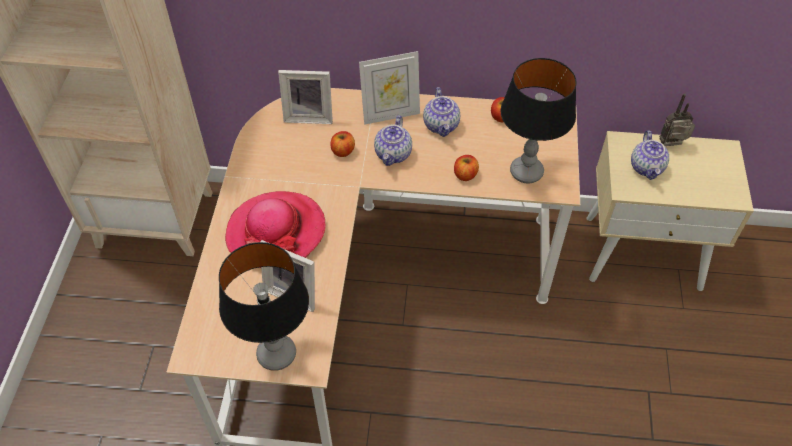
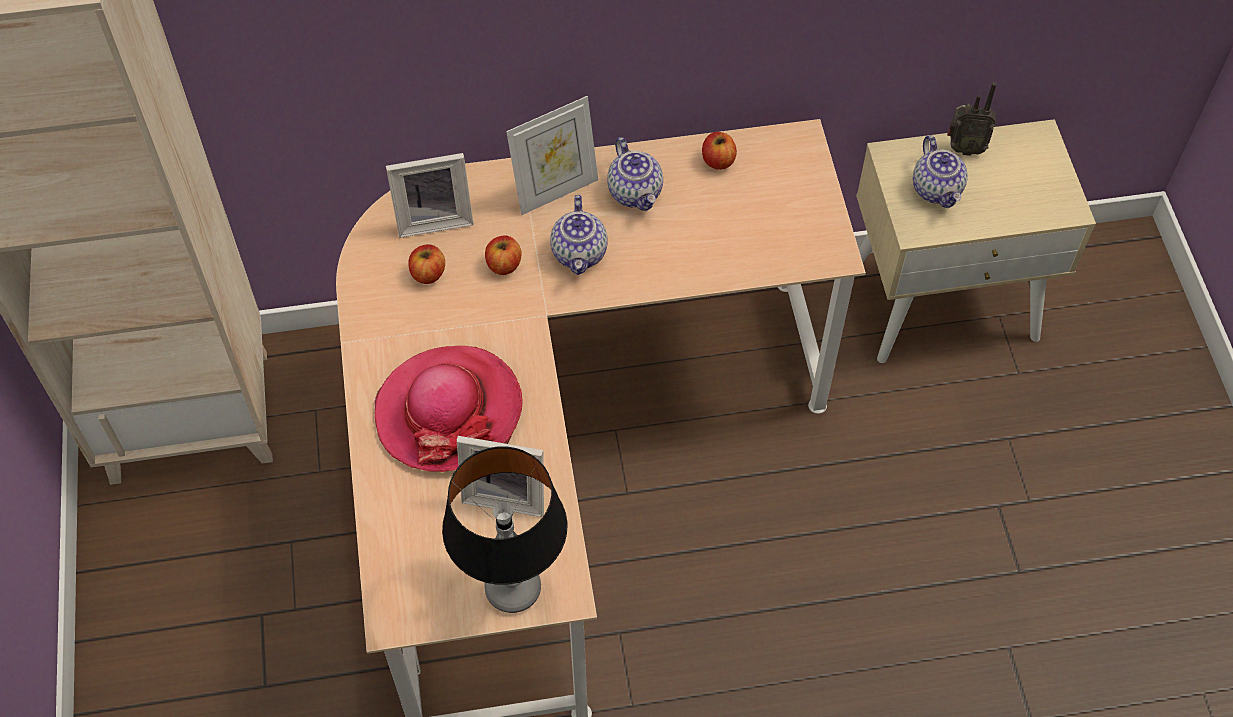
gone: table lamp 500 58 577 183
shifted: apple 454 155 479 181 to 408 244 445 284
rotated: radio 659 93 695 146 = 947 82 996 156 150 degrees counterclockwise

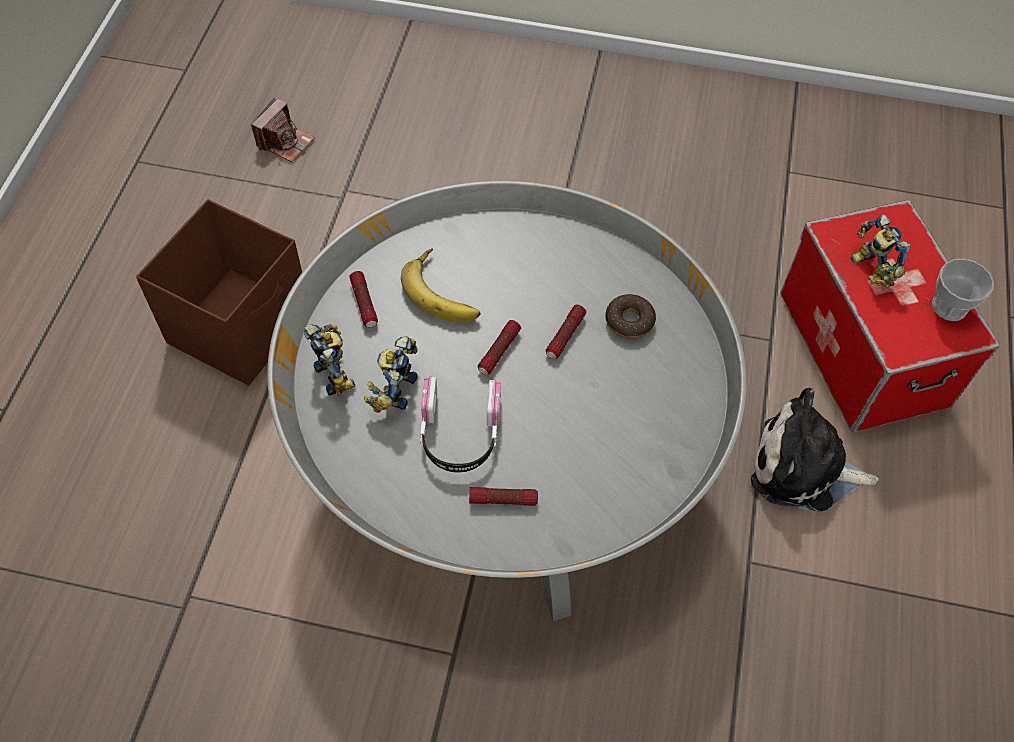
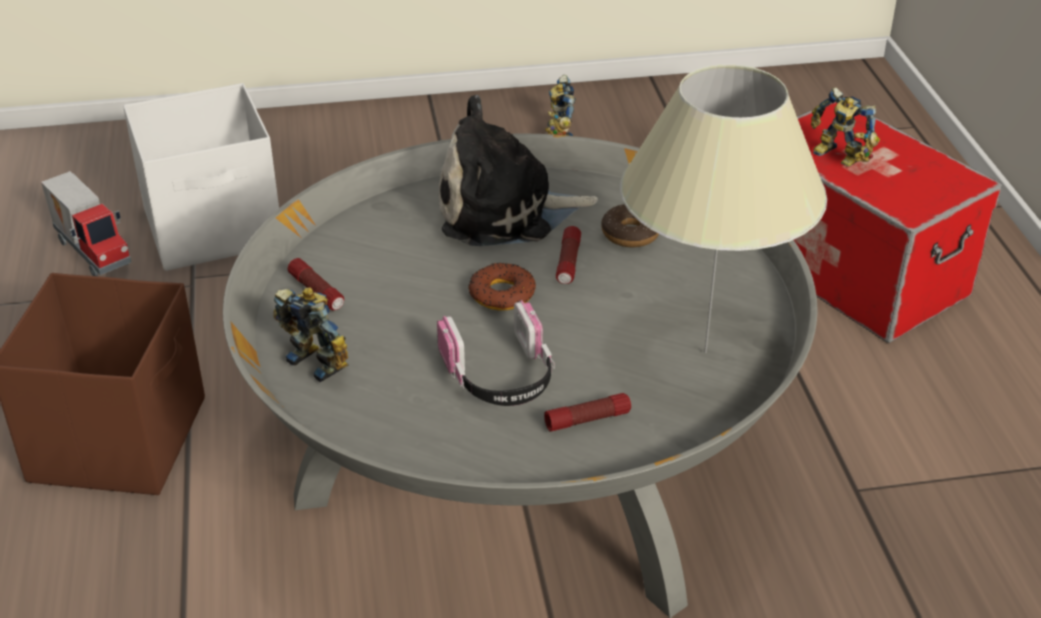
gone: banana 401 248 481 322; cup 932 259 994 321
new: storage box (white) 123 83 279 271; table lamp (beige) 620 64 827 353
shifted: toy robot 364 336 418 413 to 545 75 576 136; plush toy 751 388 879 512 to 439 95 598 246
swapped: photo camera 251 98 315 162 to toy truck 41 171 132 276; flashlight 478 320 521 375 to donut 468 262 536 311

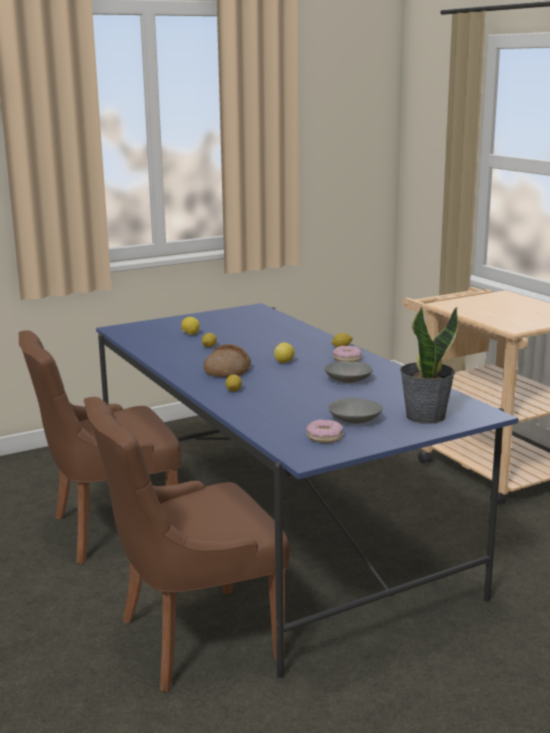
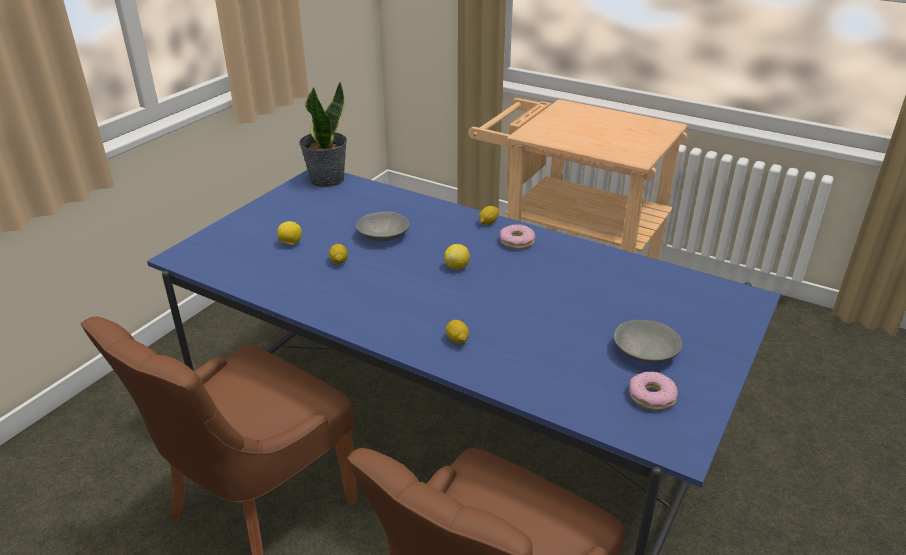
gone: bread 204 344 251 377
shifted: bowl (grey) 324 361 373 383 to 356 211 410 242; potted plant 400 306 458 424 to 299 82 347 188

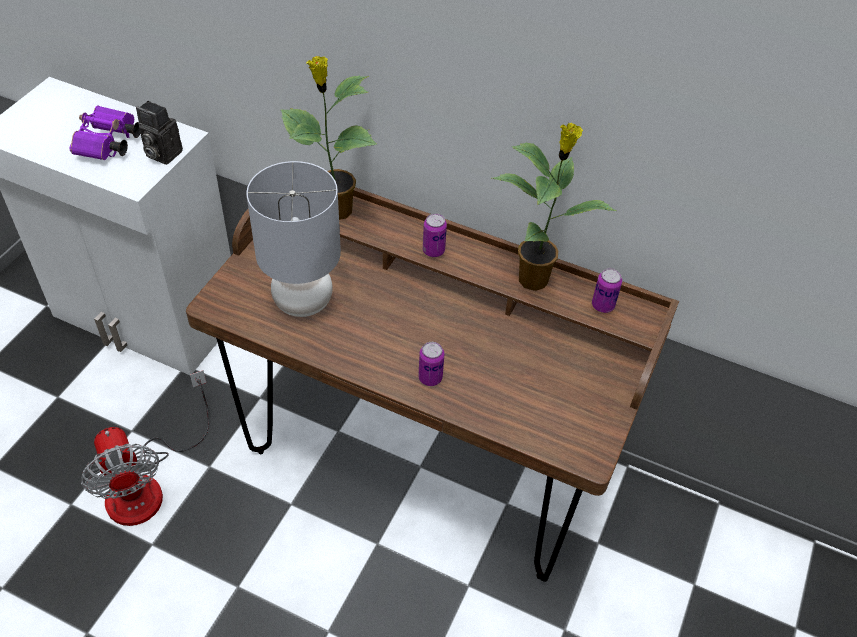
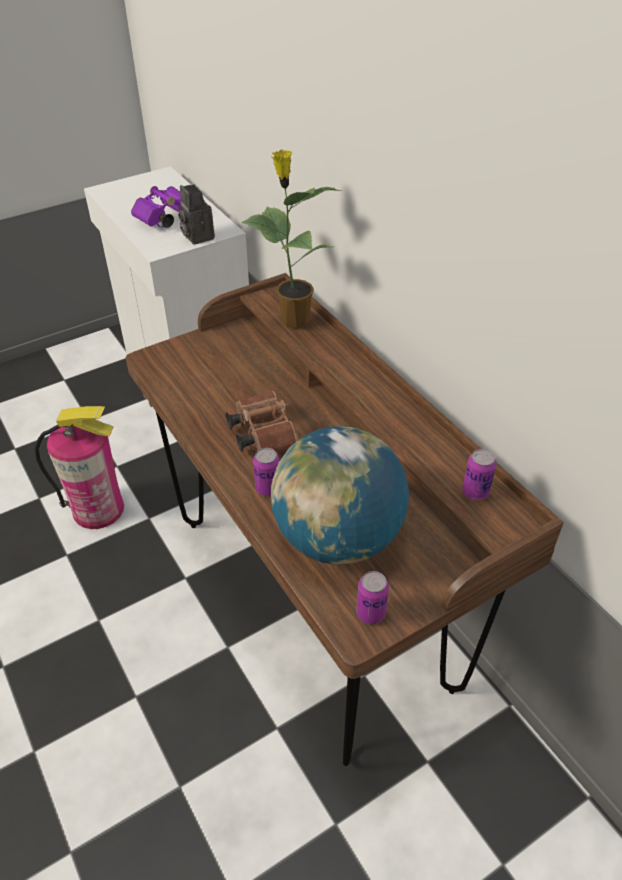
gone: table lamp (grey) 246 161 341 317; potted plant 492 123 616 291
new: binoculars (brown) 226 391 299 452; globe 271 426 409 565
shifted: can 423 213 447 257 to 356 571 389 624
swapped: fan 81 370 209 526 to fire extinguisher 34 406 124 529

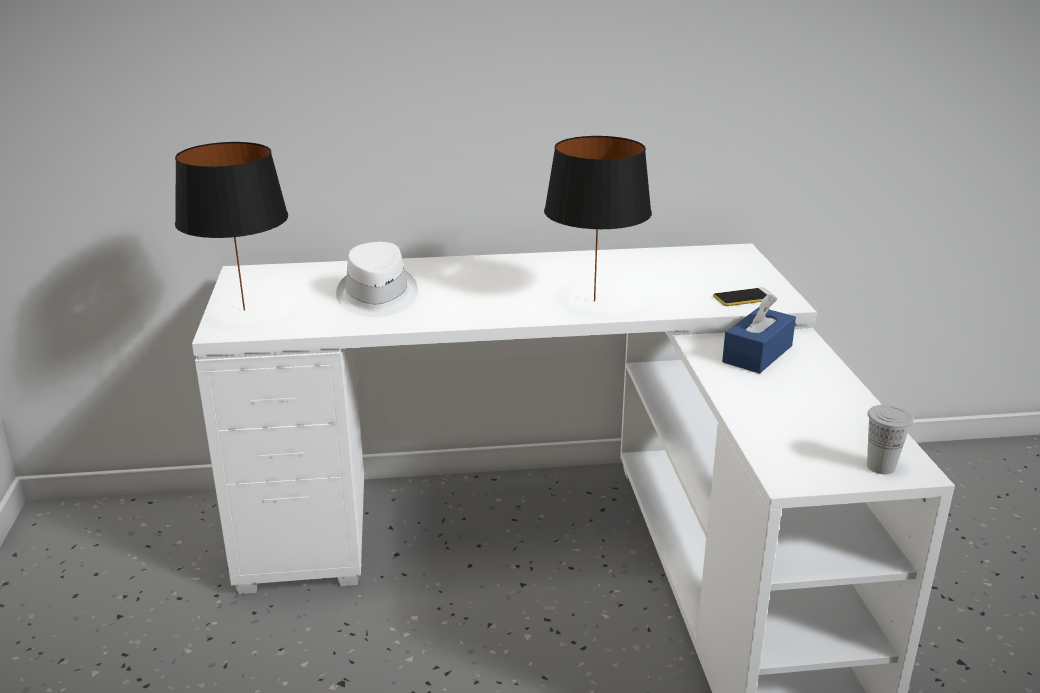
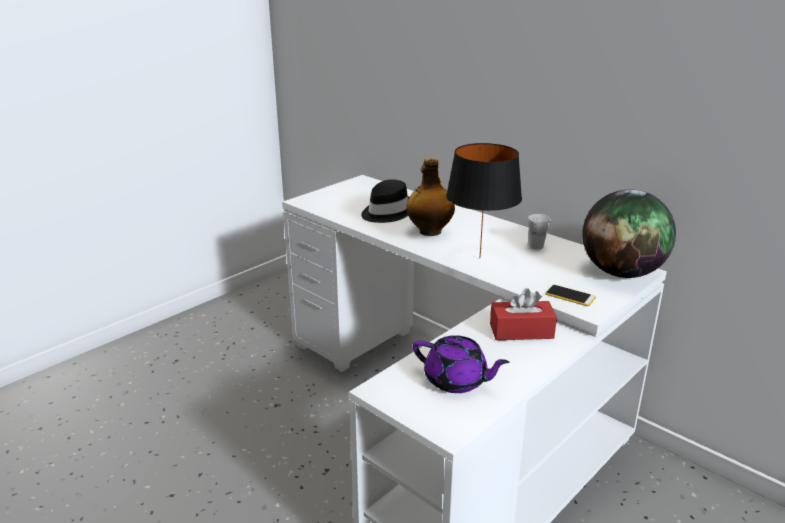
gone: table lamp (black) 175 142 288 311
new: bottle 406 158 455 236; teapot (purple) 413 335 509 393; globe 582 189 676 278
shifted: cup (white) 867 405 914 474 to 528 214 551 250
repainted: hat (white) 336 242 418 317 to hat (black) 361 180 409 223; tissue box (blue) 722 294 796 374 to tissue box (red) 490 288 557 340

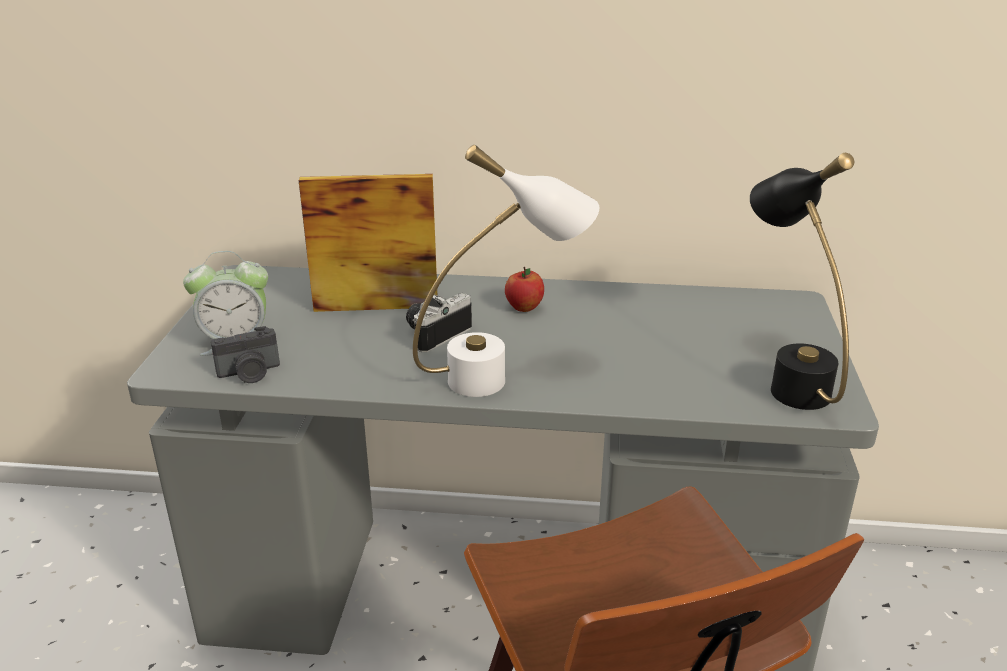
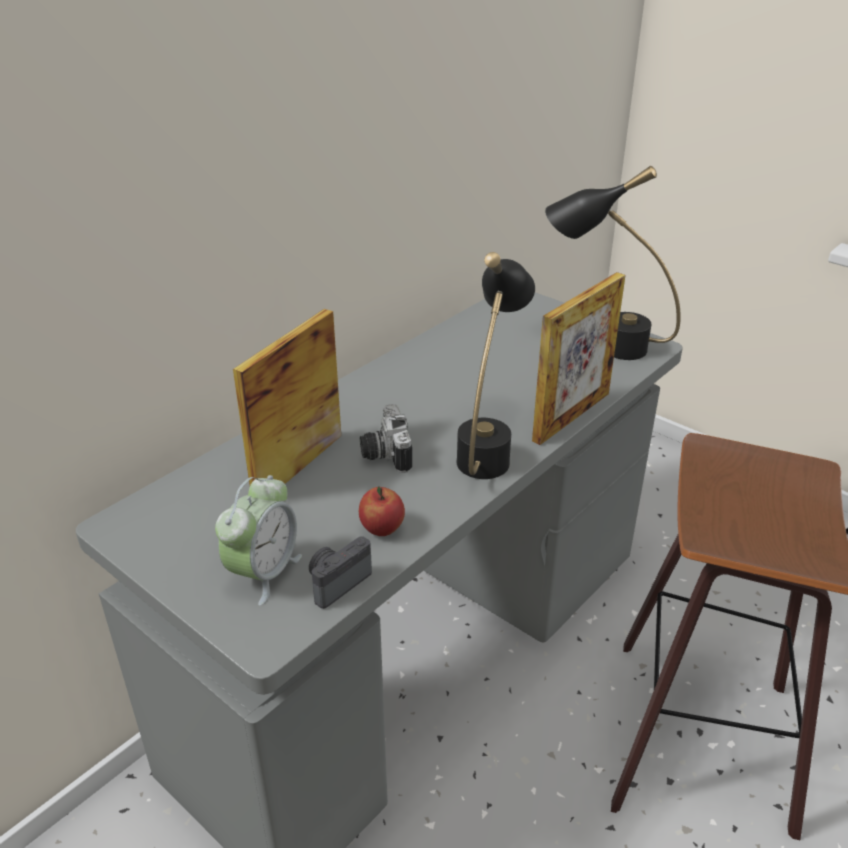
new: picture frame 532 272 626 445
shifted: apple 505 267 544 312 to 359 486 405 536
repainted: table lamp (white) 413 145 599 397 to table lamp (black) 456 252 535 479
rotated: photo camera 211 326 280 383 = 309 536 372 609 150 degrees counterclockwise

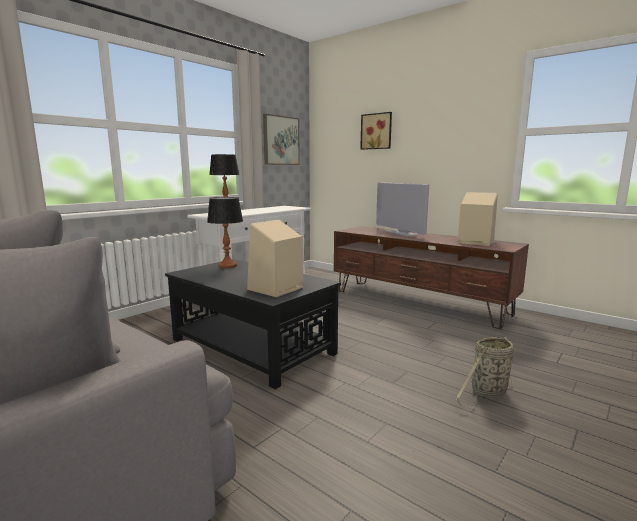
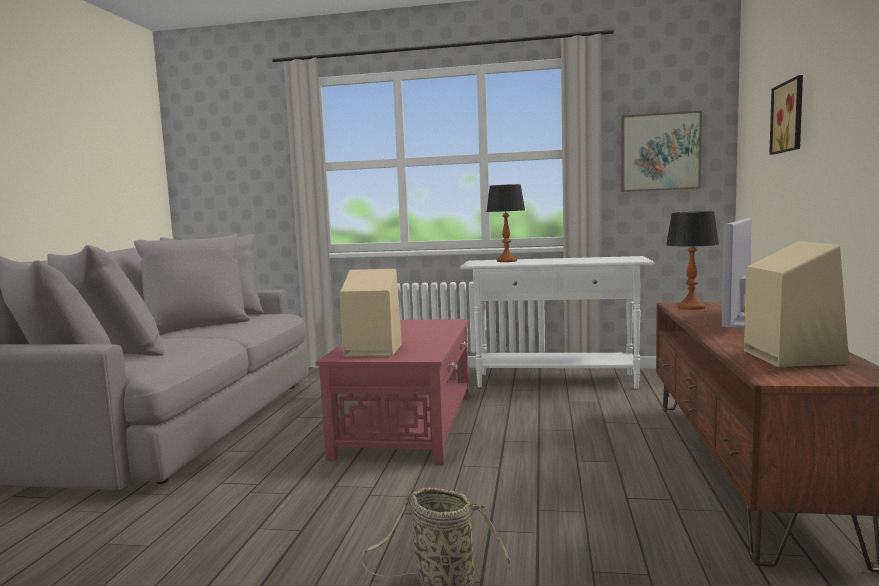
shifted: table lamp 207 197 243 268 to 666 211 719 310
repainted: coffee table (black) 165 259 341 389 to coffee table (red) 316 319 469 465

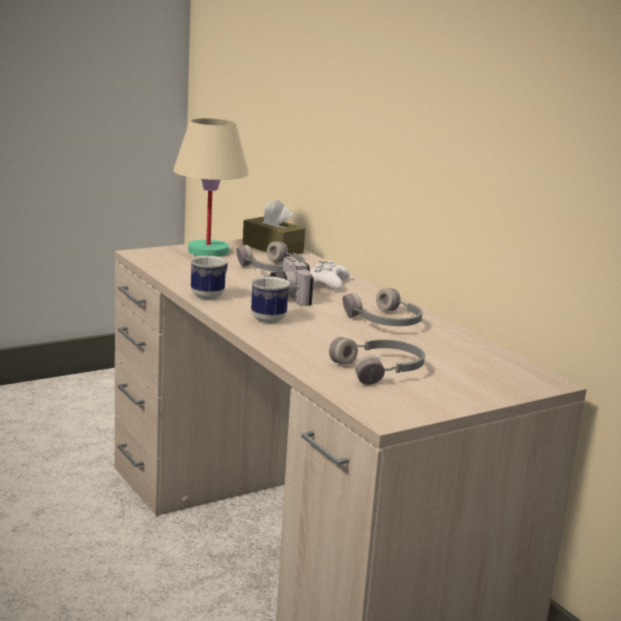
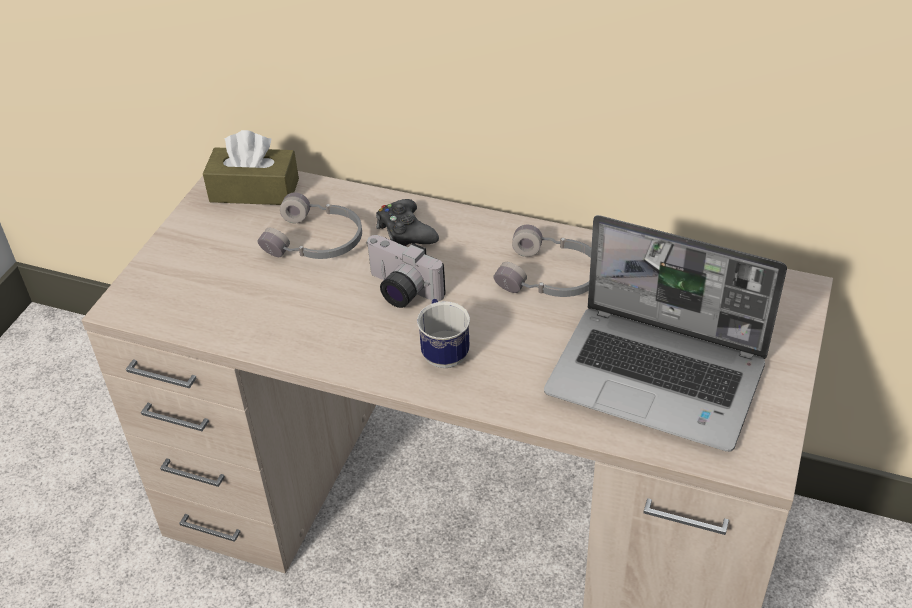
gone: table lamp (beige) 173 118 249 257; mug 190 256 228 300
swapped: headphones (grey) 329 337 425 385 to laptop 544 215 787 452
repainted: game controller (white) 310 261 350 290 to game controller (black) 376 199 439 246

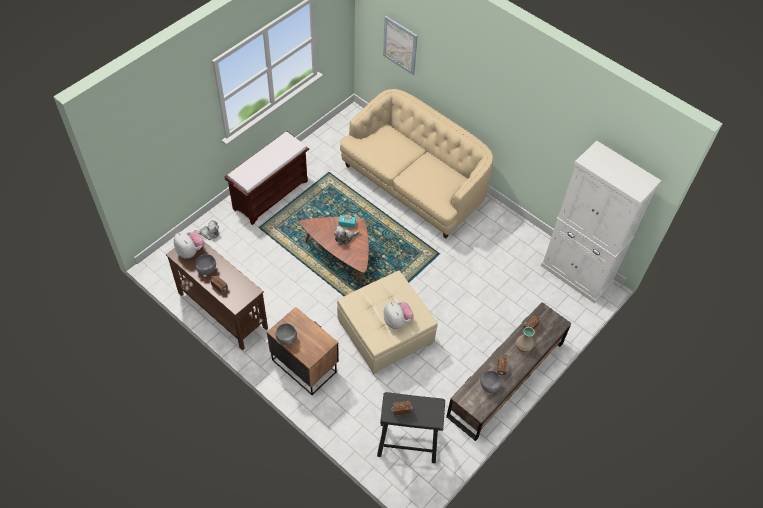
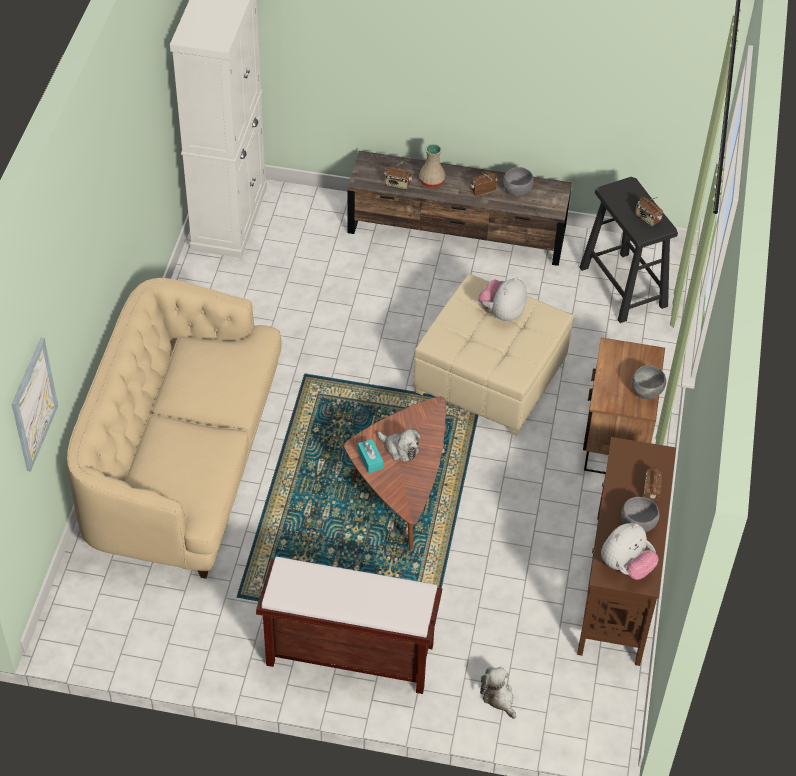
rotated: plush toy 174 231 205 259 = 601 523 659 580 150 degrees counterclockwise

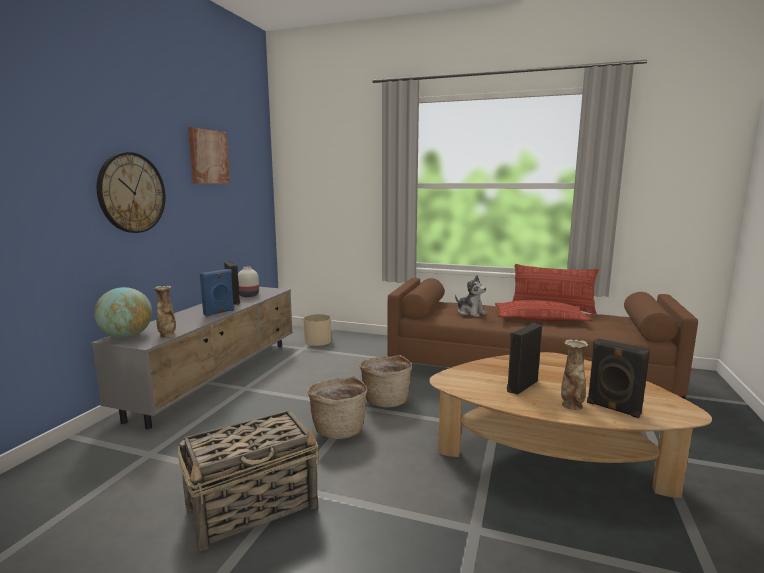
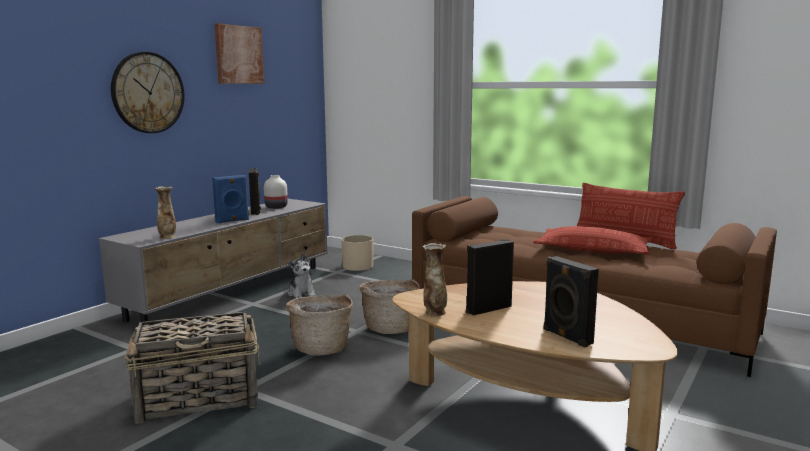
gone: globe 94 287 152 338
shifted: plush toy 455 275 487 317 to 288 253 316 298; vase 561 339 588 410 to 422 243 447 316

